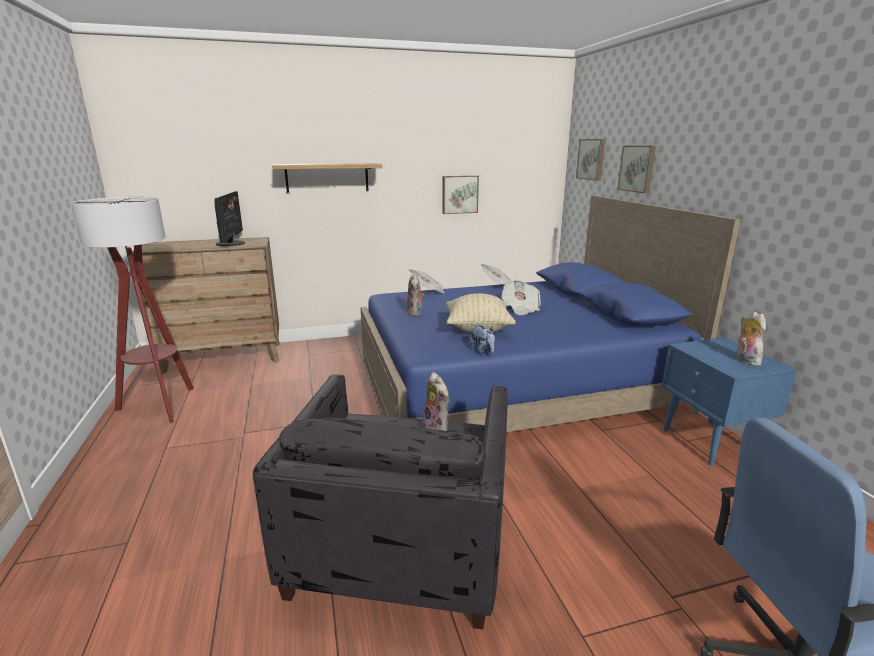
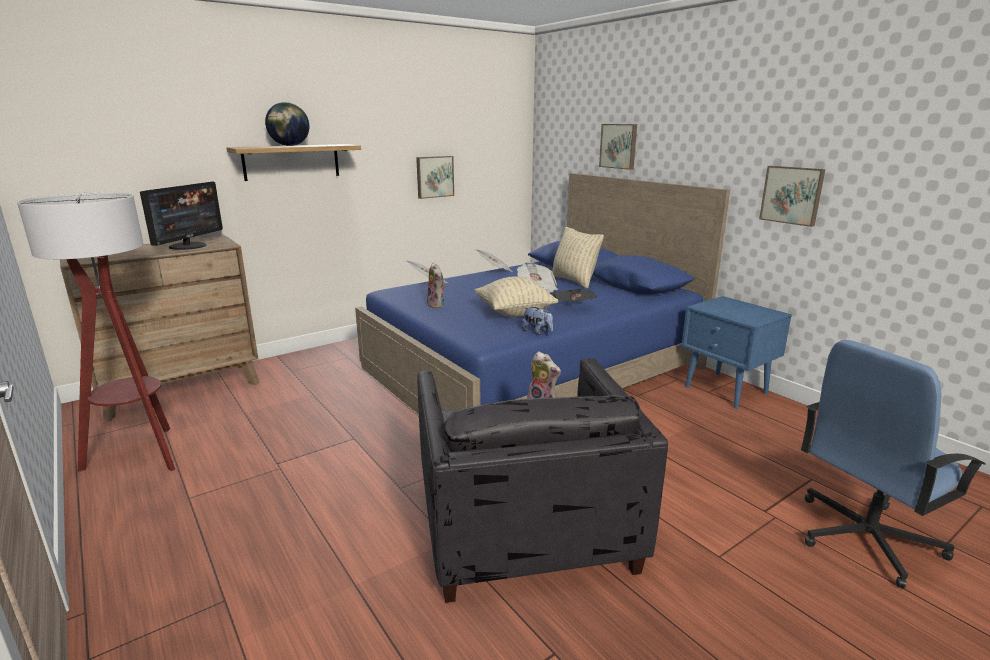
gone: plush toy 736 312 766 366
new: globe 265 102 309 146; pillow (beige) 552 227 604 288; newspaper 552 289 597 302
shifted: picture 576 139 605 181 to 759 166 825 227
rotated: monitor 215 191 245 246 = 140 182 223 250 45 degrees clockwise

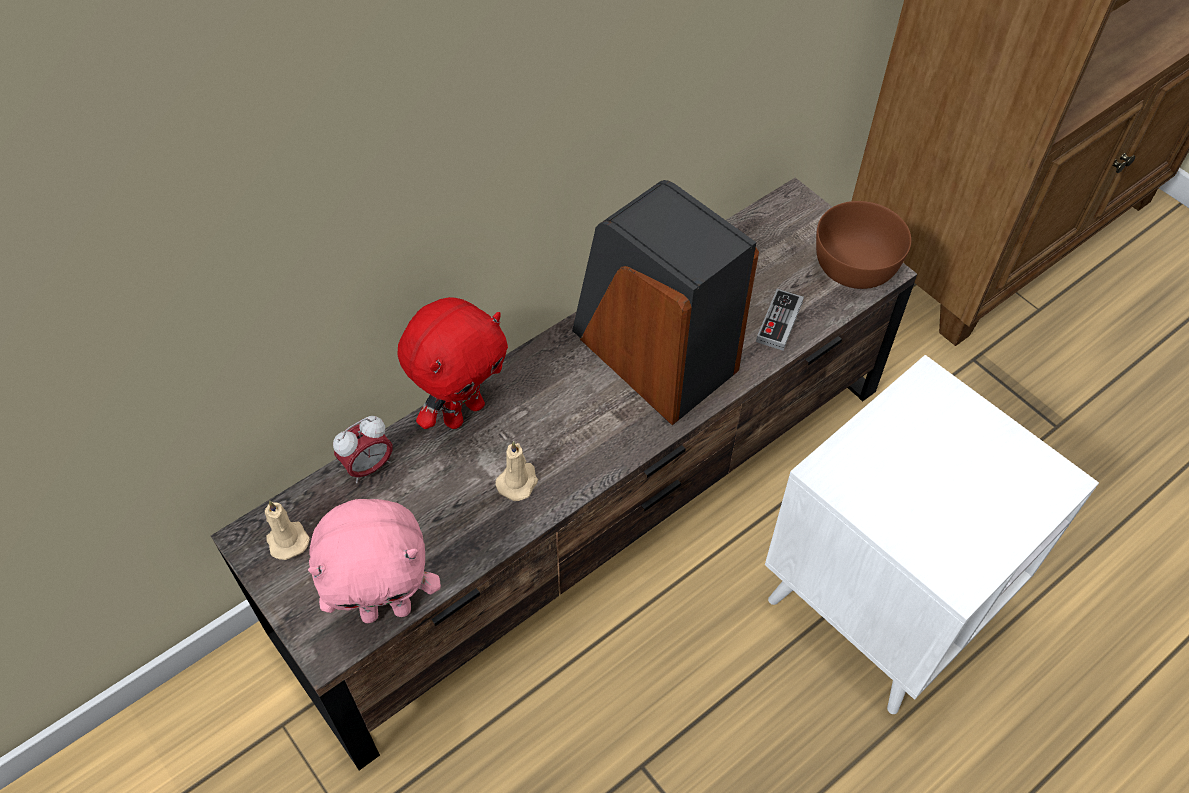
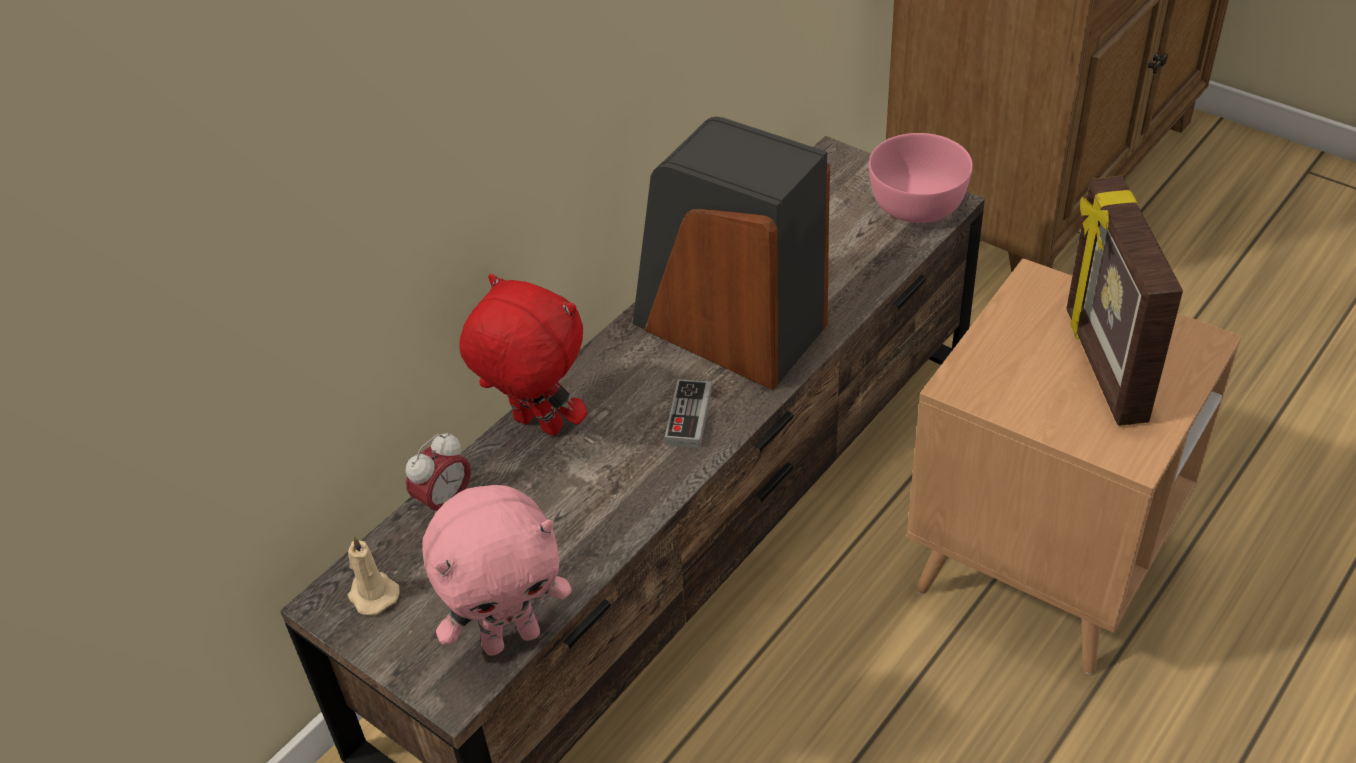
gone: candle (beige) 495 441 538 501
new: picture frame 1066 176 1183 426
shifted: game controller 756 289 804 351 to 665 379 712 448
repainted: side table (white) 765 355 1099 714 to side table (brown) 907 258 1242 674; bowl (brown) 816 201 911 289 to bowl (pink) 869 133 973 223
rotated: plush toy (red) 397 297 508 429 = 459 274 587 436 90 degrees counterclockwise

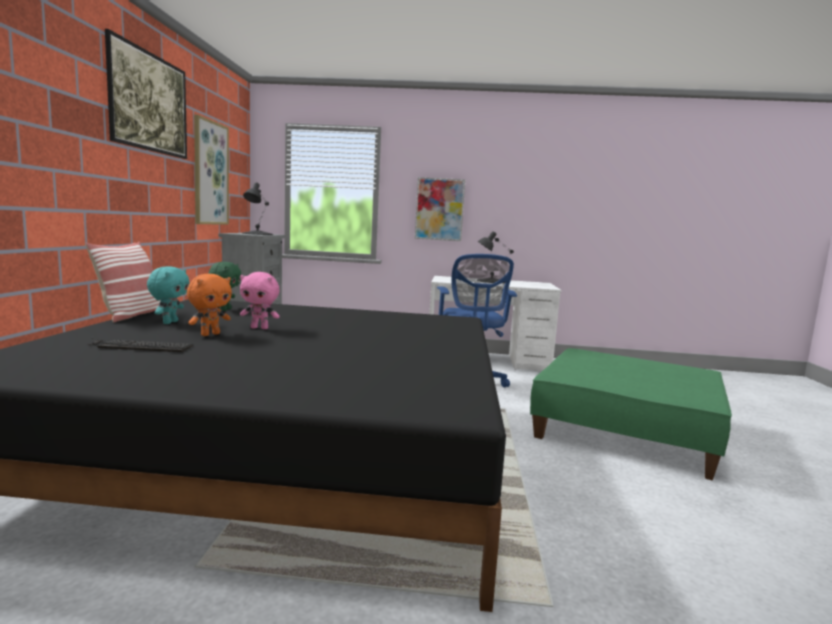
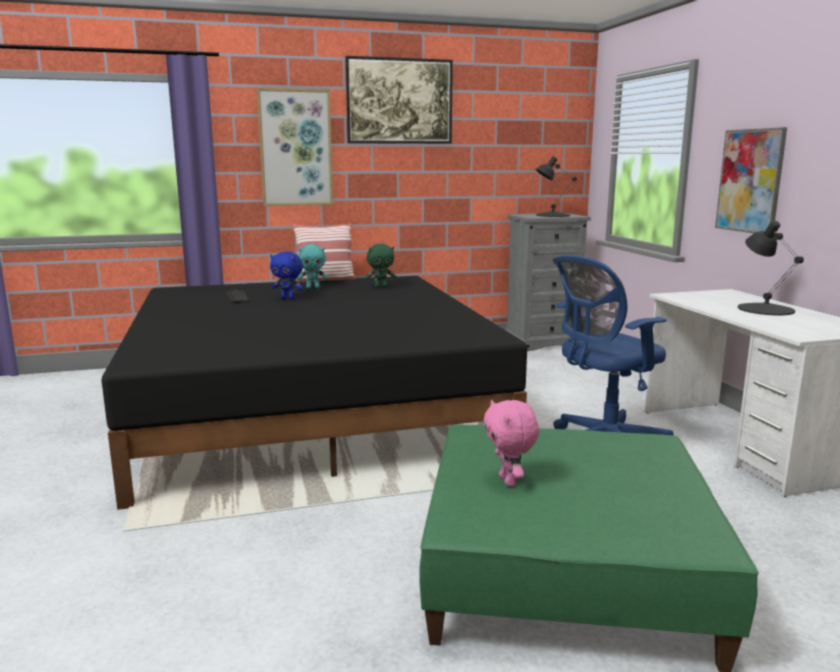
shifted: picture 194 115 229 225 to 257 88 333 206; plush toy (pink) 240 272 280 329 to 484 400 539 487
repainted: plush toy (orange) 187 274 232 336 to plush toy (blue) 270 251 303 299

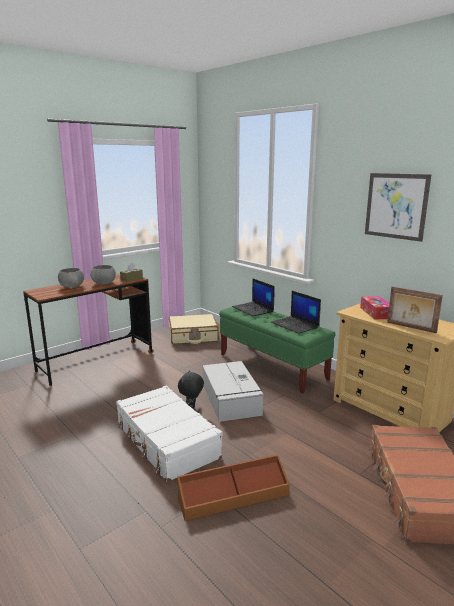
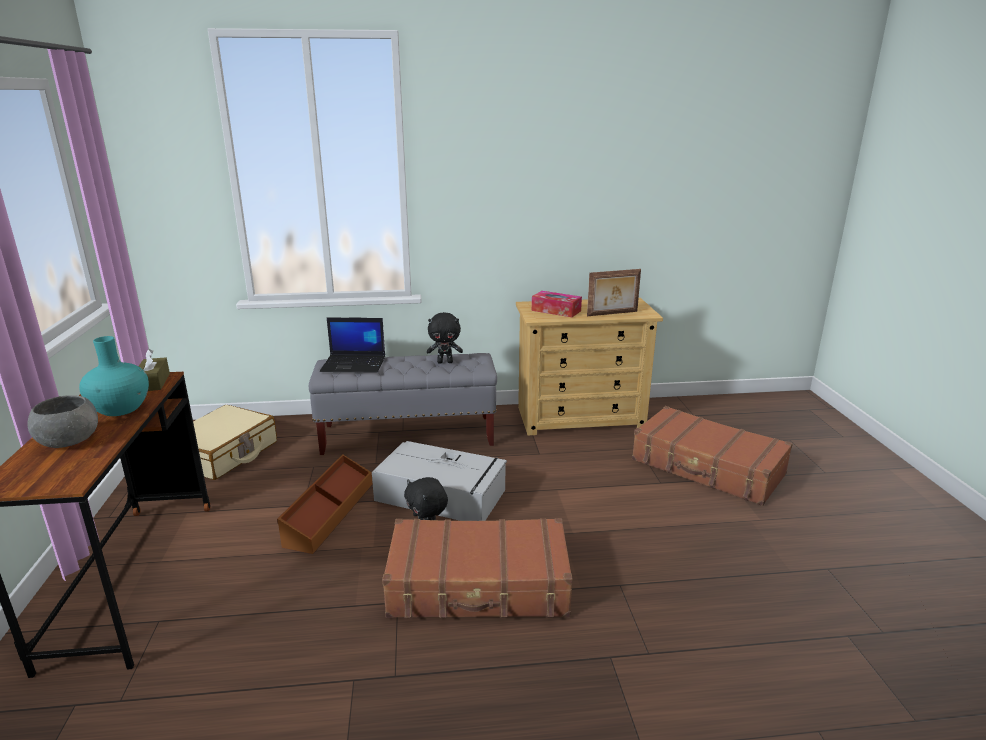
gone: picture 365 173 431 242
shifted: storage box (brown) 177 455 290 521 to 277 454 373 554
swapped: bowl (grey) 90 265 116 284 to vase (turquoise) 79 336 149 416; laptop 271 291 321 334 to plush toy (black) 427 312 463 363
repainted: suitcase (white) 116 385 222 482 to suitcase (brown) 382 518 572 618; bench (green) 219 307 336 394 to bench (grey) 309 353 497 455

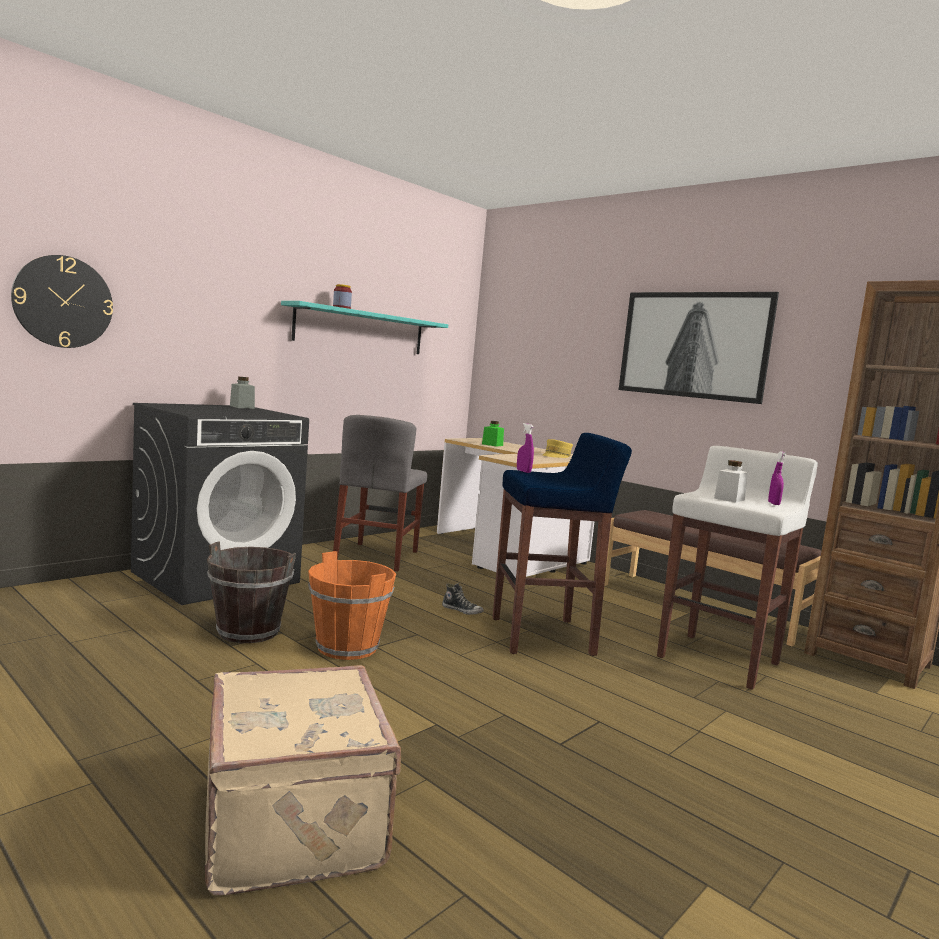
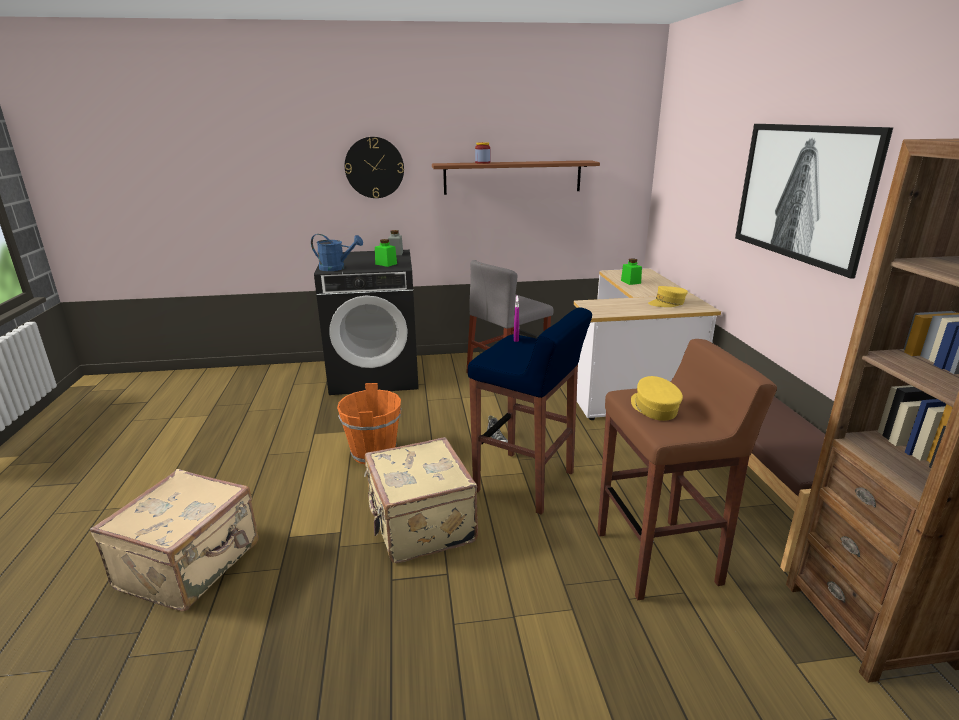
gone: bucket (brown) 207 542 296 643; spray bottle (purple) 768 451 786 505
new: watering can (blue) 311 234 363 271; suitcase (beige) 364 437 478 563; jar (green) 375 239 397 267
shifted: wall clock 11 255 113 348 to 345 137 404 198
swapped: jar (white) 714 460 748 503 to cap (yellow) 631 376 683 421
repainted: shelf (turquoise) 281 301 448 354 to shelf (brown) 432 160 600 195; stool (white) 657 446 818 690 to stool (brown) 597 339 777 600

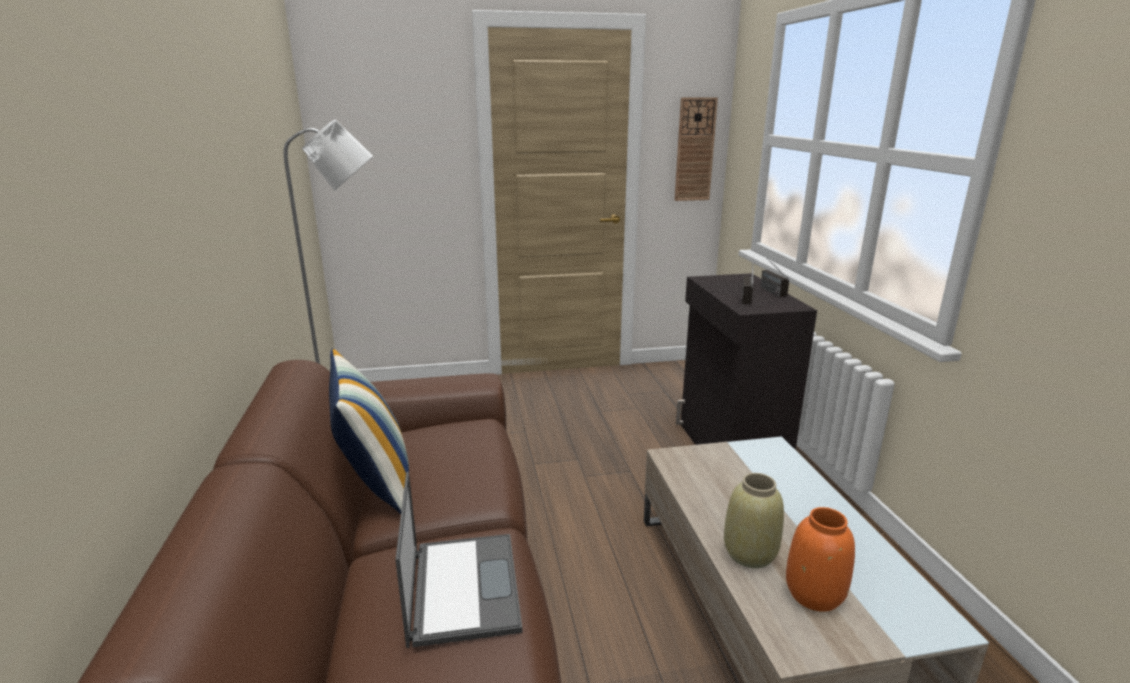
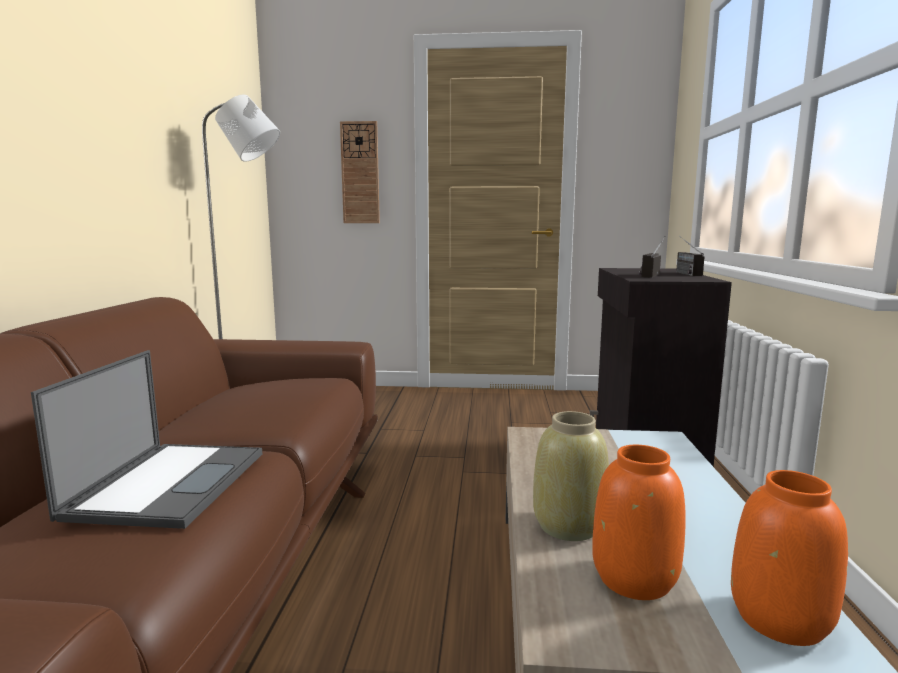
gone: pillow 329 348 409 515
new: vase (orange) 731 470 848 646
shifted: wall clock 674 97 718 201 to 340 121 380 223

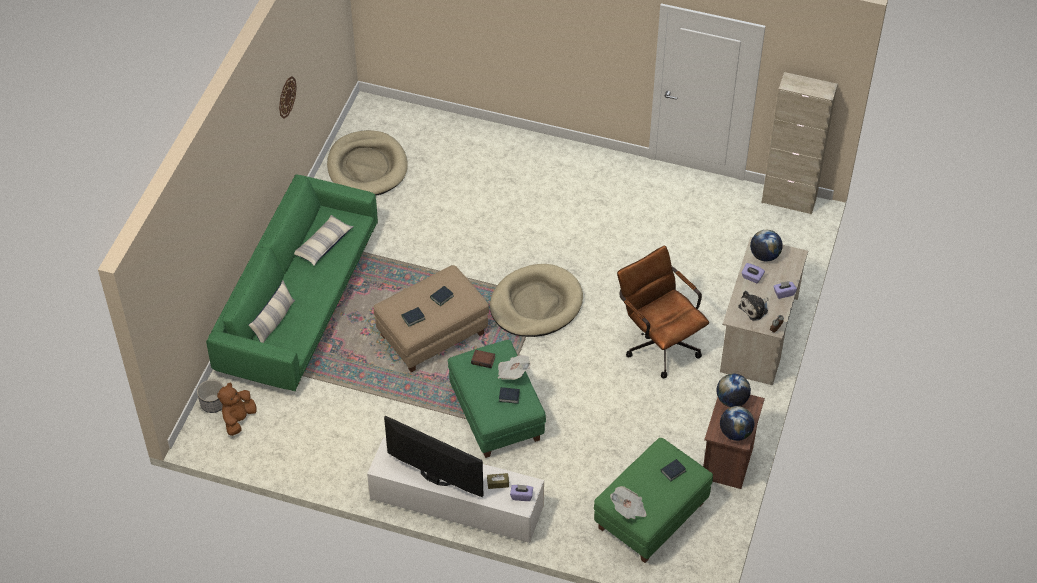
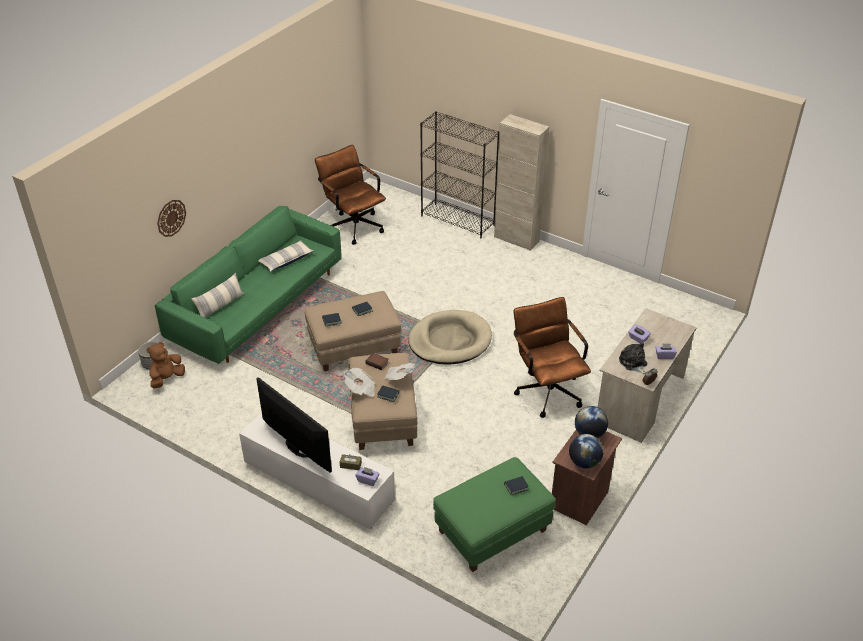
gone: globe 750 230 783 262
new: bookcase (black) 420 111 499 239
shifted: wall clock 279 76 297 119 to 157 200 186 237; newspaper 610 486 647 519 to 344 368 375 397; cabinet (beige) 761 72 838 215 to 494 114 549 251
swapped: dog bed (beige) 327 130 408 196 to office chair (brown) 315 145 386 245
repainted: ottoman (green) 448 340 546 458 to ottoman (beige) 348 353 418 450
rotated: plush toy 738 291 769 321 = 619 342 647 375 90 degrees clockwise

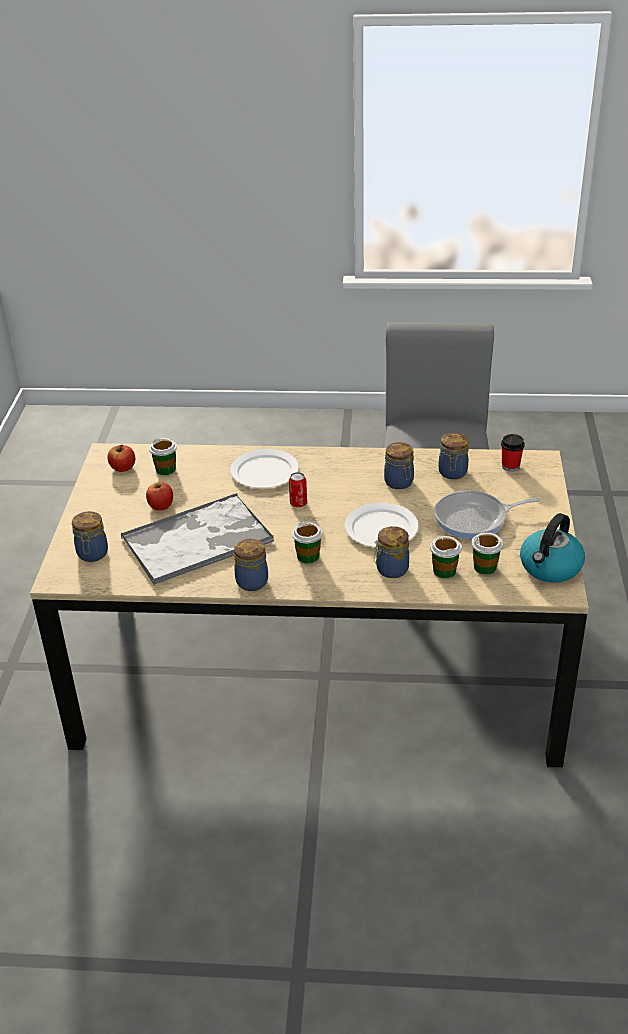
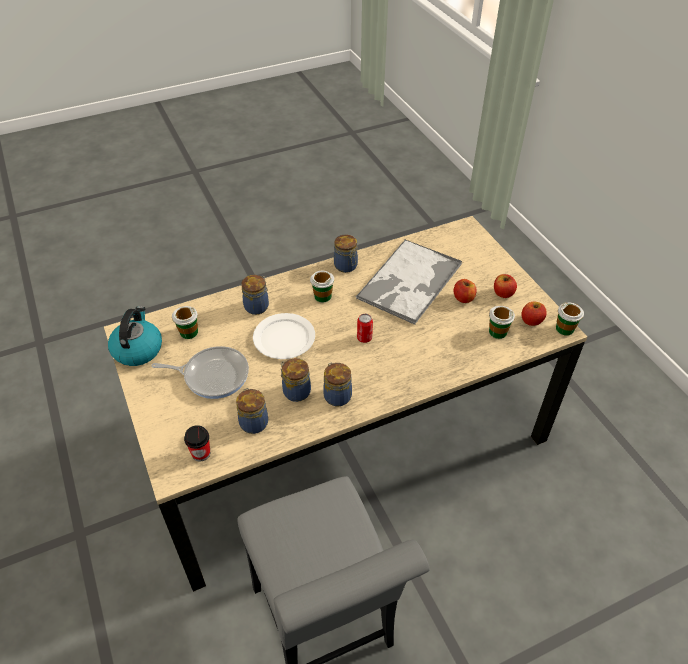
gone: plate (white) 230 449 299 488
new: apple 494 274 517 298
shifted: jar 72 511 108 562 to 323 362 352 406; cup 430 536 462 578 to 556 303 584 336
rotated: frying pan 434 491 540 539 = 151 346 249 399 45 degrees clockwise

